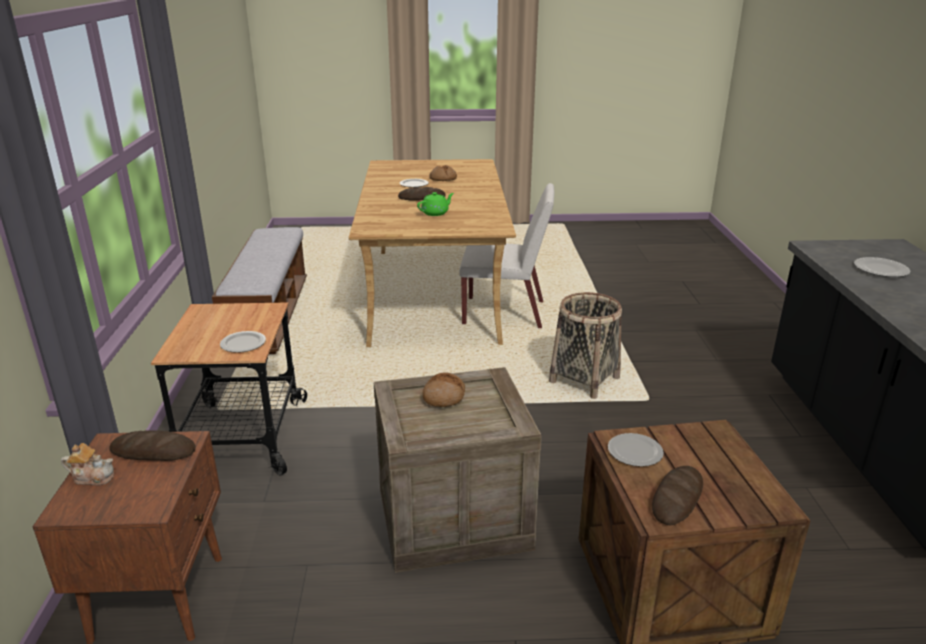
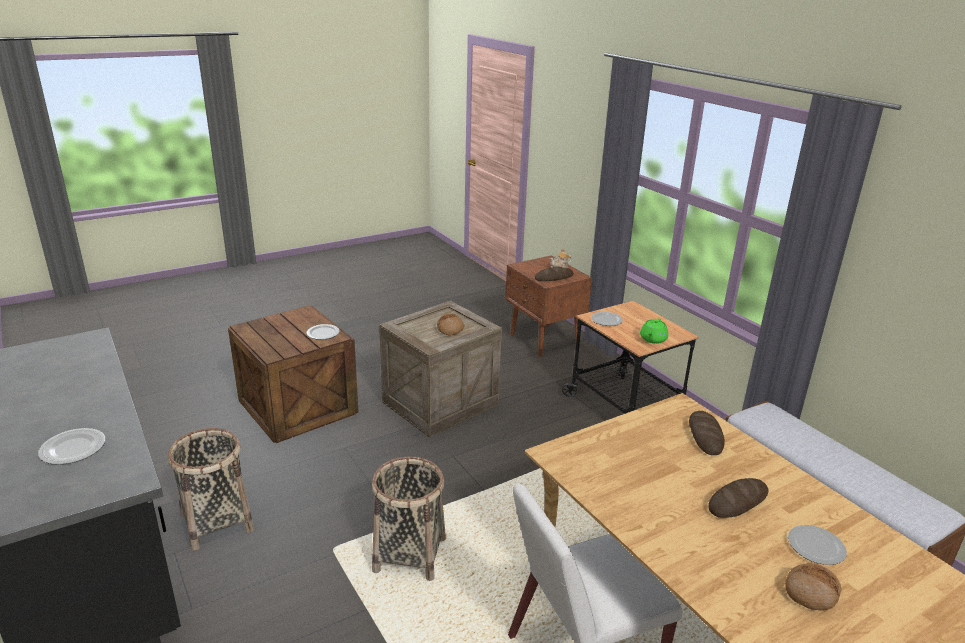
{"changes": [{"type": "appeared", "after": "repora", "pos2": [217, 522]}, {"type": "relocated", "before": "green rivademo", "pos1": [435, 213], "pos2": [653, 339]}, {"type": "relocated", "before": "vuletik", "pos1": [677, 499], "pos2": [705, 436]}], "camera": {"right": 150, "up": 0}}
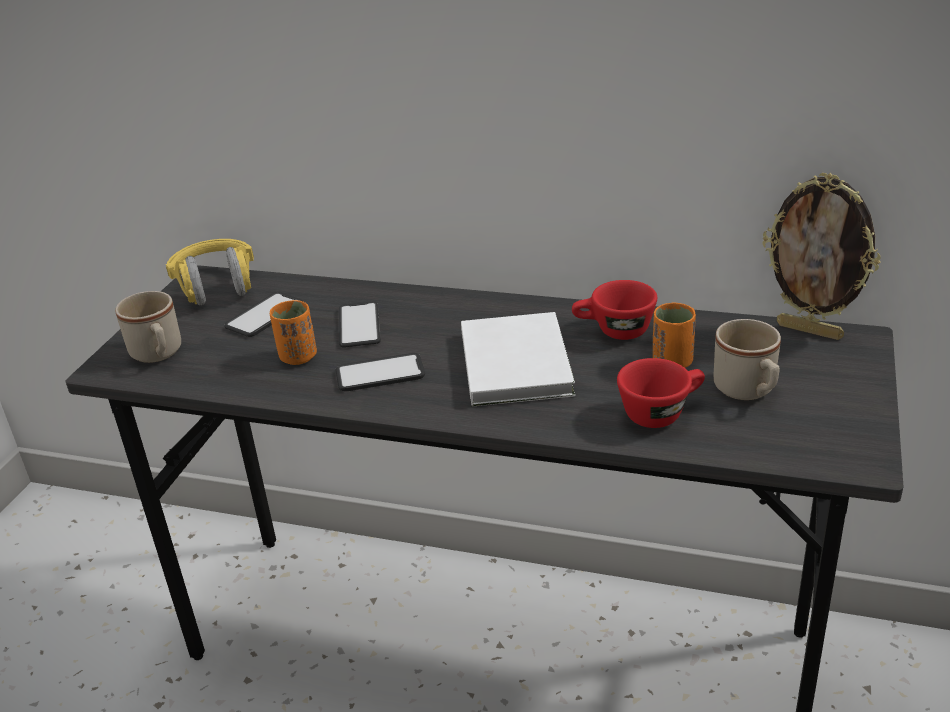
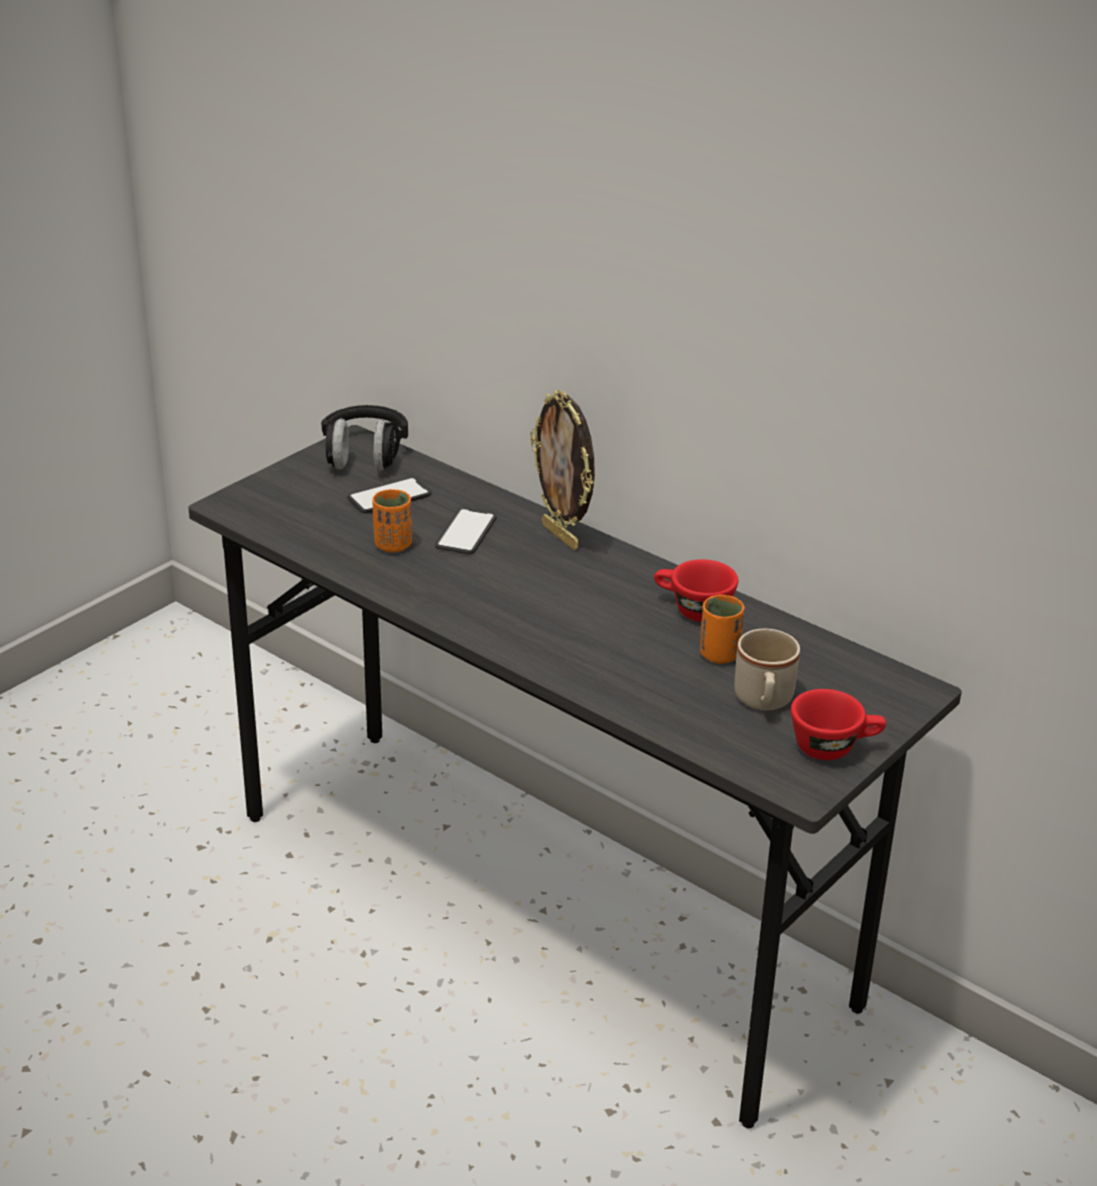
{"changes": [{"type": "colour", "before": "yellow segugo", "after": "black segugo", "pos1": [216, 288], "pos2": [364, 456]}, {"type": "relocated", "before": "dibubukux", "pos1": [810, 330], "pos2": [562, 536]}, {"type": "relocated", "before": "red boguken", "pos1": [661, 412], "pos2": [834, 747]}, {"type": "missing", "before": "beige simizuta", "pos1": [158, 354]}, {"type": "missing", "before": "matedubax", "pos1": [380, 373]}, {"type": "missing", "before": "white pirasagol", "pos1": [517, 361]}], "camera": {"right": 20, "up": 0}}
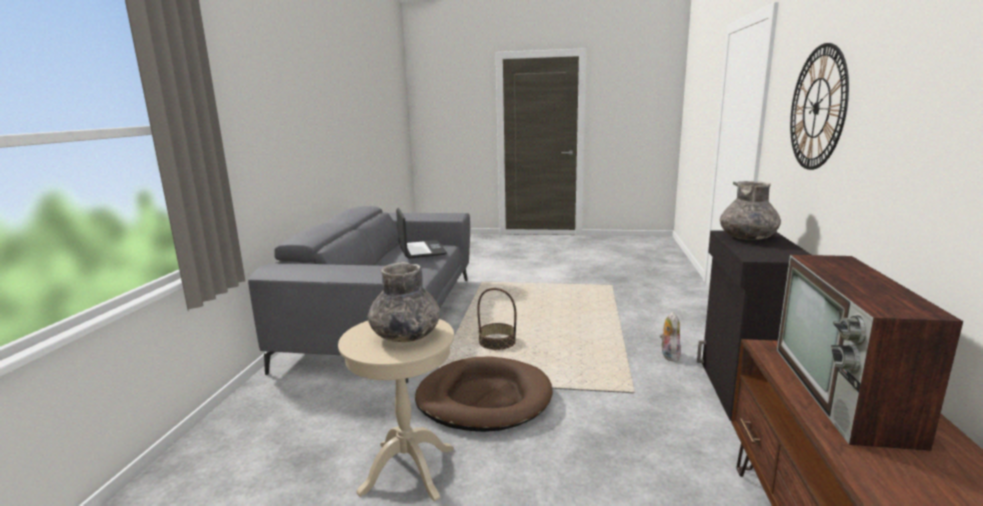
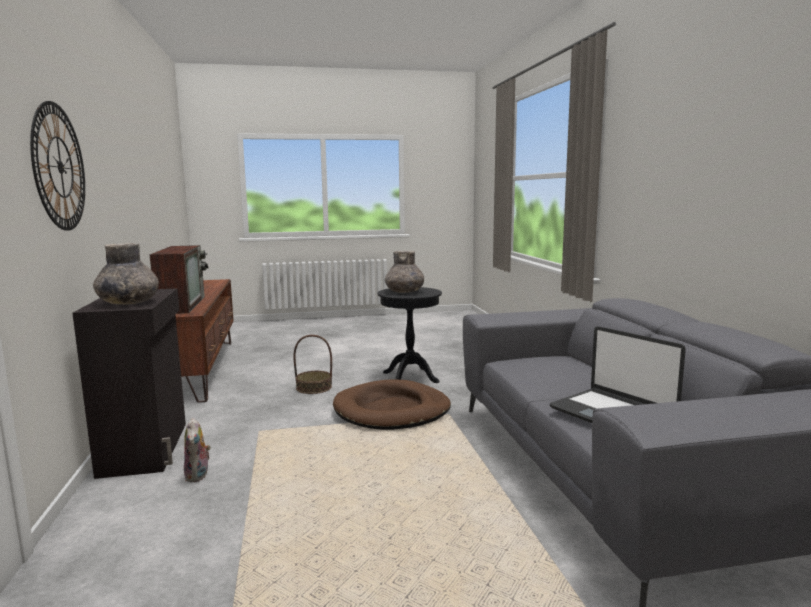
{"changes": [{"type": "relocated", "before": "repora", "pos1": [497, 342], "pos2": [314, 387]}, {"type": "colour", "before": "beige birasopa", "after": "black birasopa", "pos1": [408, 470], "pos2": [410, 377]}], "camera": {"right": 160, "up": -5}}
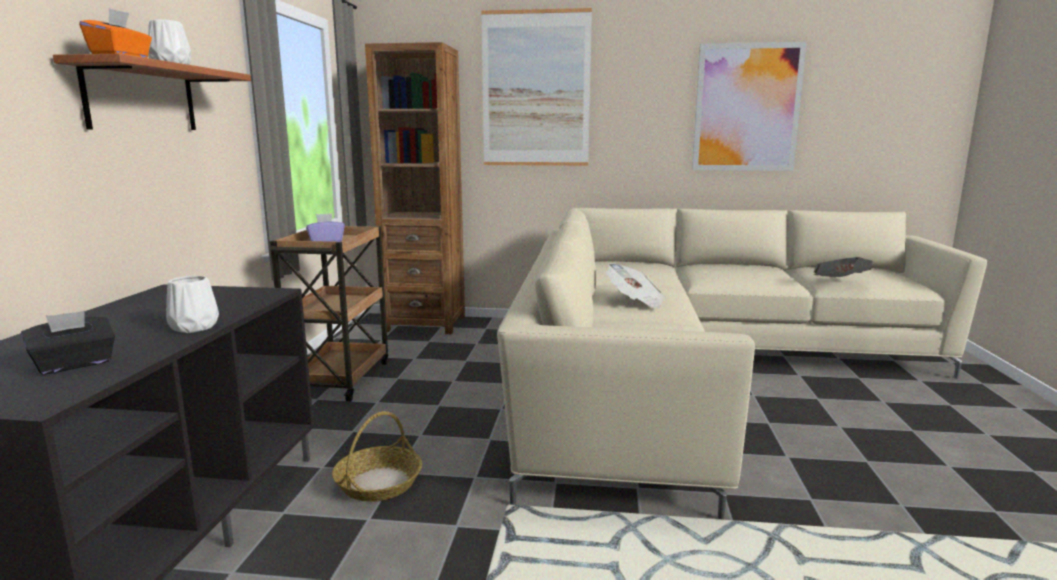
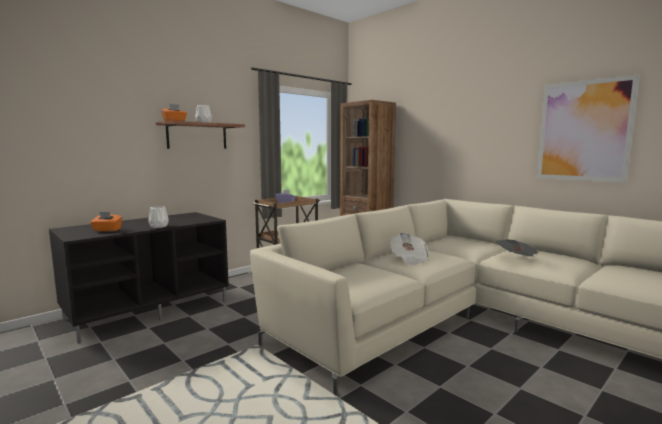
{"changes": [{"type": "colour", "before": "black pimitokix", "after": "orange pimitokix", "pos1": [74, 364], "pos2": [107, 230]}, {"type": "relocated", "before": "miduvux", "pos1": [840, 282], "pos2": [517, 259]}, {"type": "missing", "before": "repora", "pos1": [379, 483]}, {"type": "missing", "before": "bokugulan", "pos1": [536, 89]}], "camera": {"right": 40, "up": -5}}
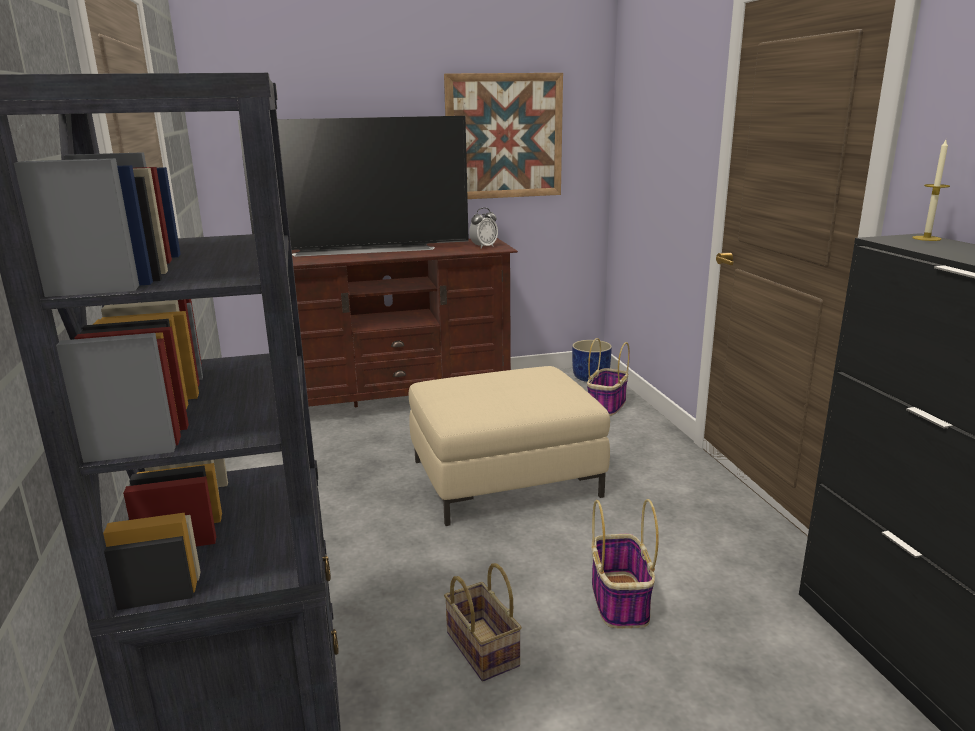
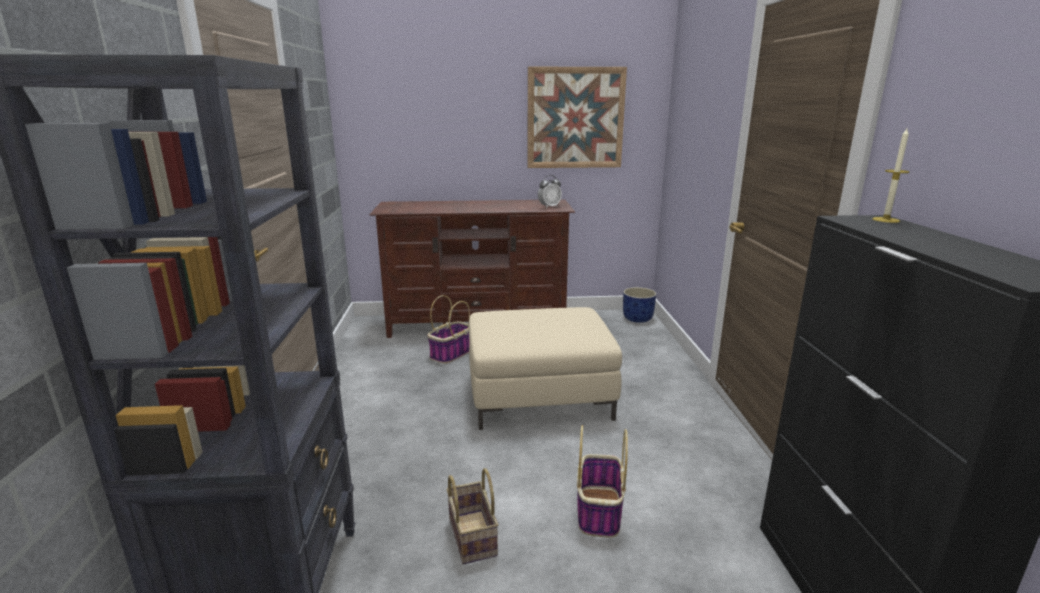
{"changes": [{"type": "relocated", "before": "repora", "pos1": [606, 406], "pos2": [451, 354]}, {"type": "missing", "before": "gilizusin", "pos1": [364, 249]}], "camera": {"right": 10, "up": 0}}
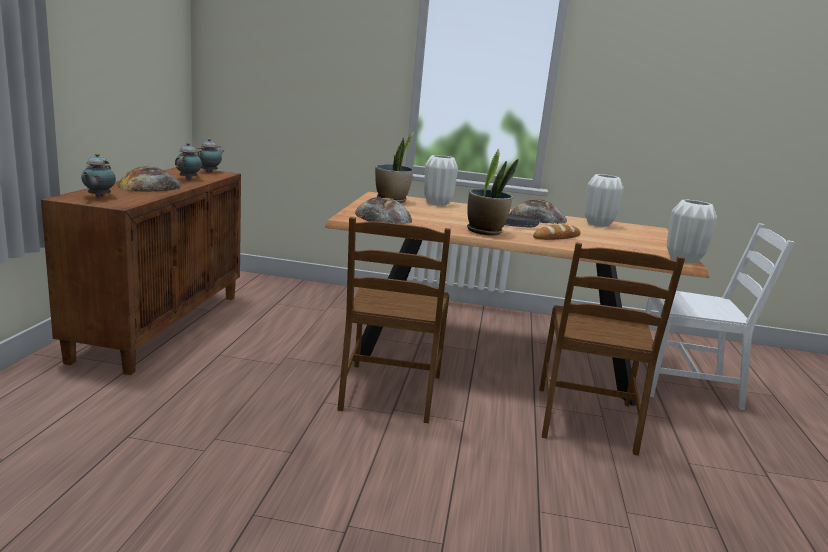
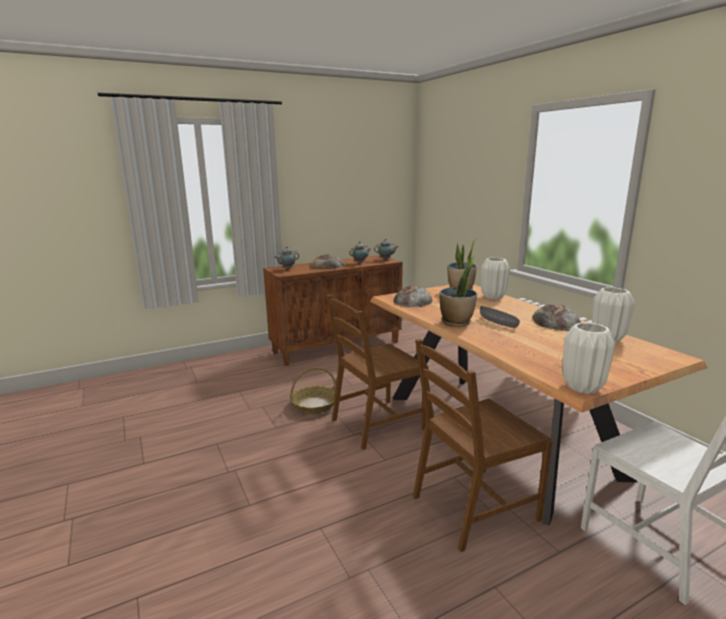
{"changes": [{"type": "appeared", "after": "repora", "pos2": [314, 405]}, {"type": "missing", "before": "vuletik", "pos1": [556, 237]}], "camera": {"right": 55, "up": 0}}
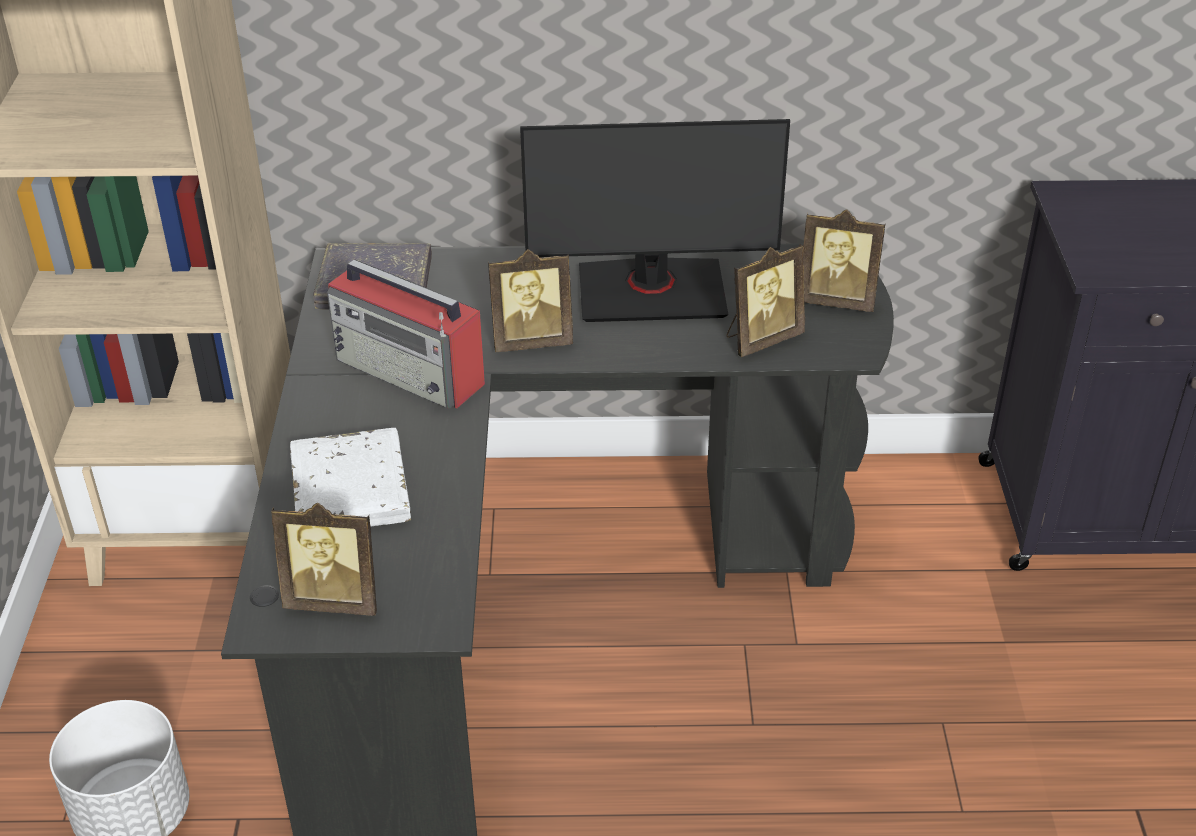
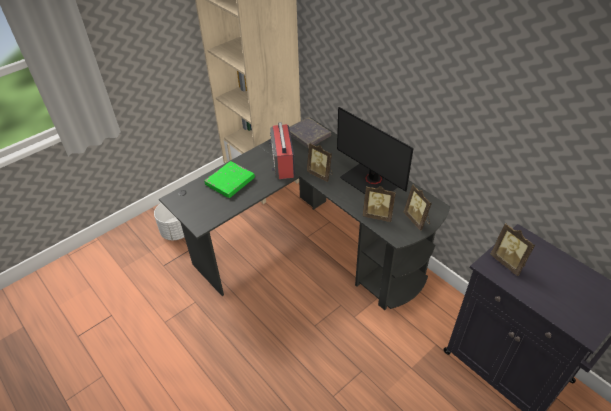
{"changes": [{"type": "colour", "before": "white pirasagol", "after": "green pirasagol", "pos1": [350, 489], "pos2": [230, 182]}, {"type": "relocated", "before": "dibubukux", "pos1": [335, 599], "pos2": [508, 262]}], "camera": {"right": 50, "up": 5}}
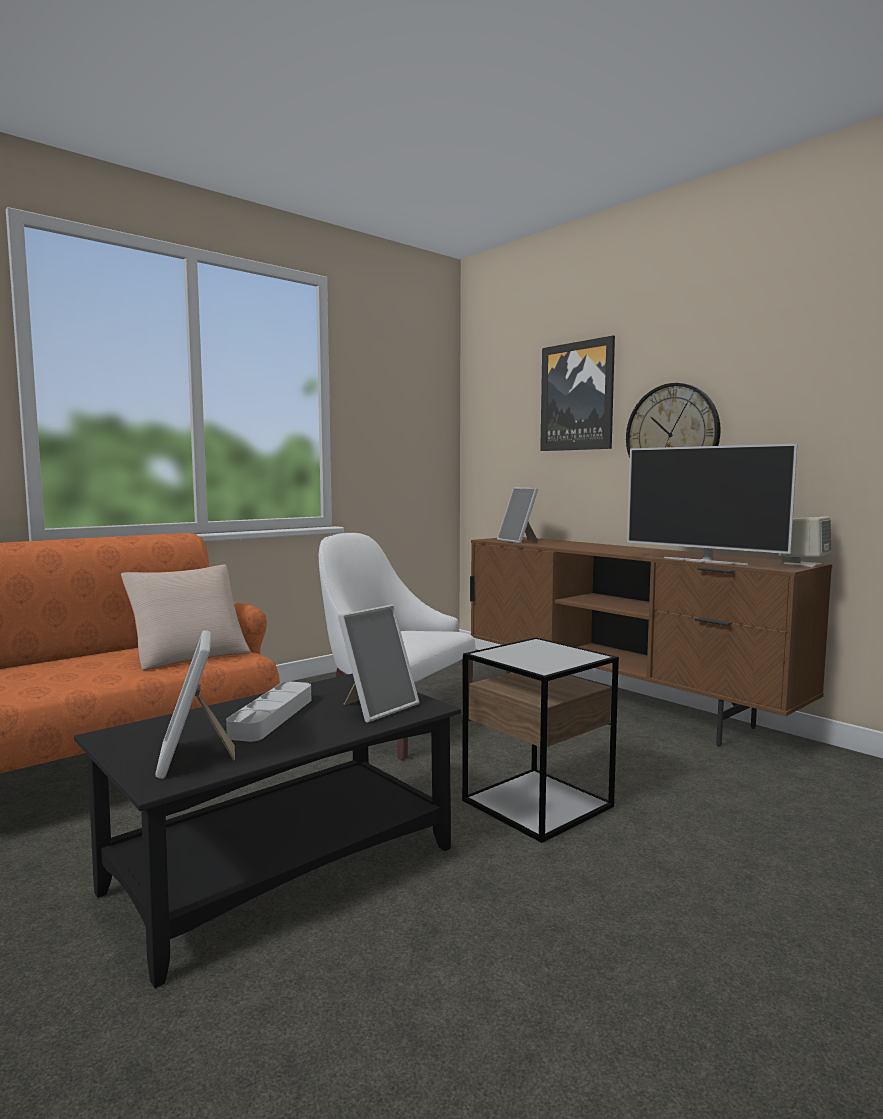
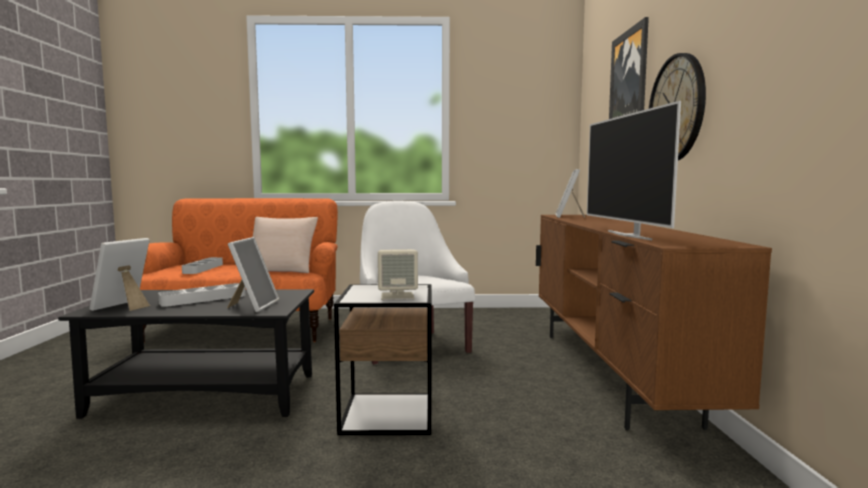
{"changes": [{"type": "appeared", "after": "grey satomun", "pos2": [203, 268]}, {"type": "spun", "before": "dibubukux", "pos1": [377, 708], "pos2": [253, 306], "turn": -75}, {"type": "relocated", "before": "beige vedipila", "pos1": [802, 564], "pos2": [397, 296]}], "camera": {"right": 40, "up": 0}}
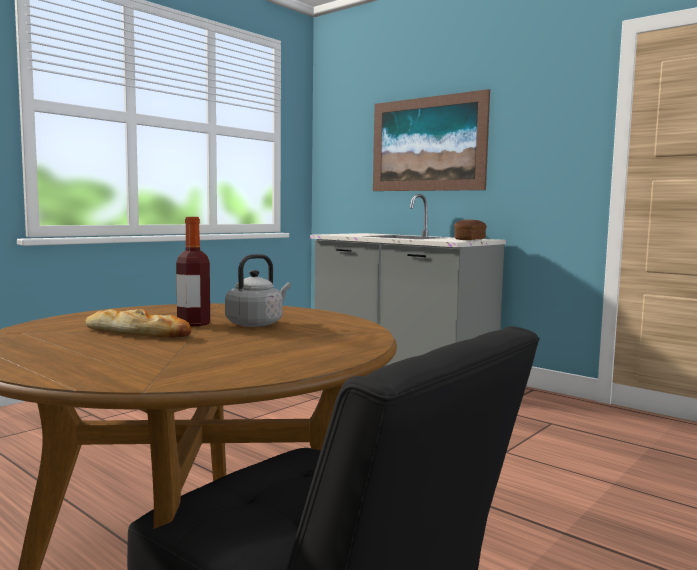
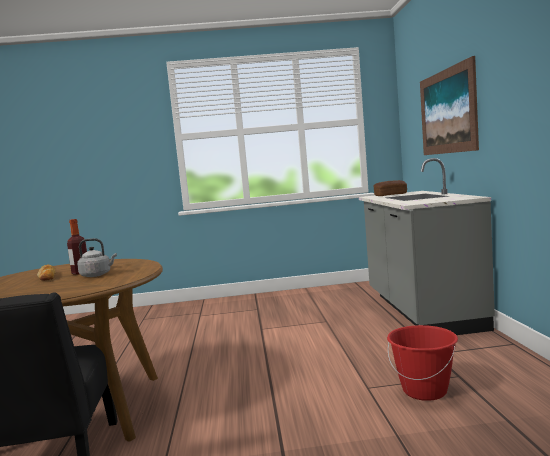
{"changes": [{"type": "relocated", "before": "vuletik", "pos1": [470, 239], "pos2": [390, 195]}, {"type": "appeared", "after": "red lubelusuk", "pos2": [425, 390]}], "camera": {"right": 45, "up": 0}}
